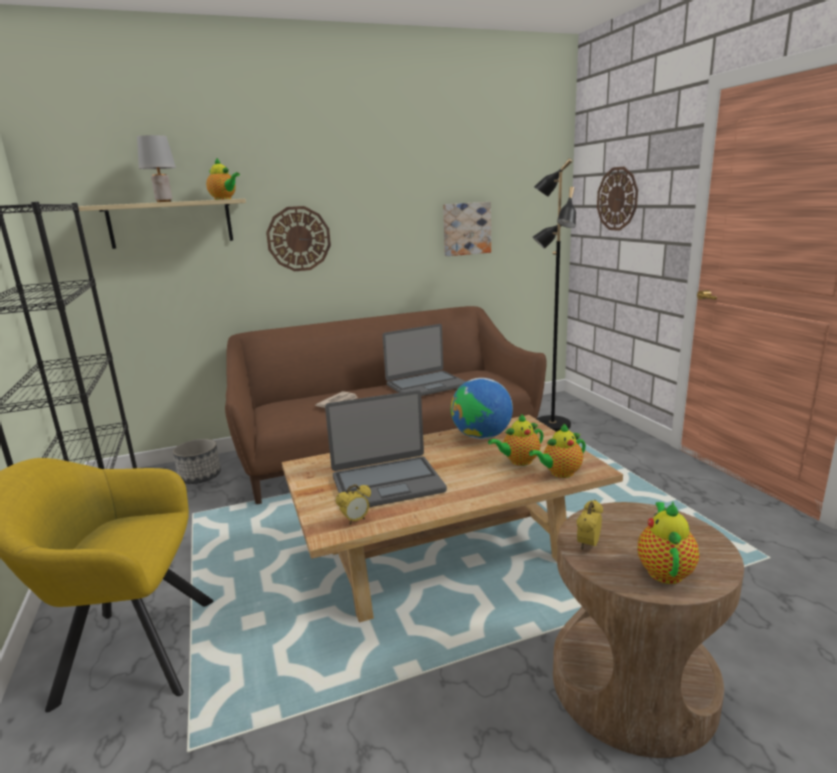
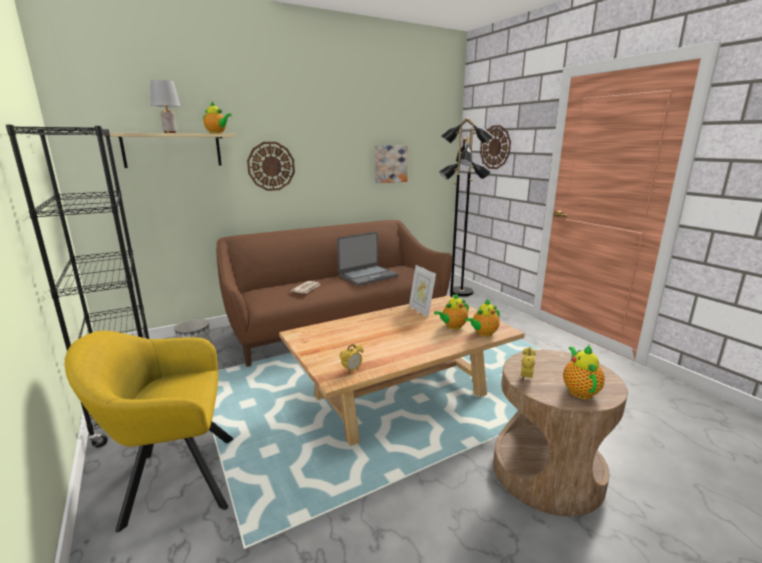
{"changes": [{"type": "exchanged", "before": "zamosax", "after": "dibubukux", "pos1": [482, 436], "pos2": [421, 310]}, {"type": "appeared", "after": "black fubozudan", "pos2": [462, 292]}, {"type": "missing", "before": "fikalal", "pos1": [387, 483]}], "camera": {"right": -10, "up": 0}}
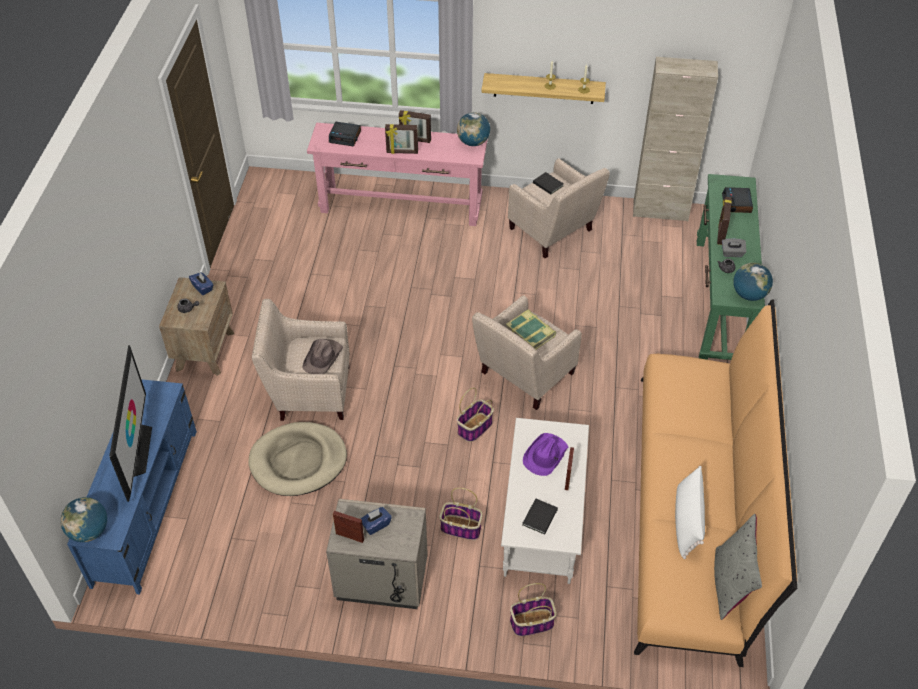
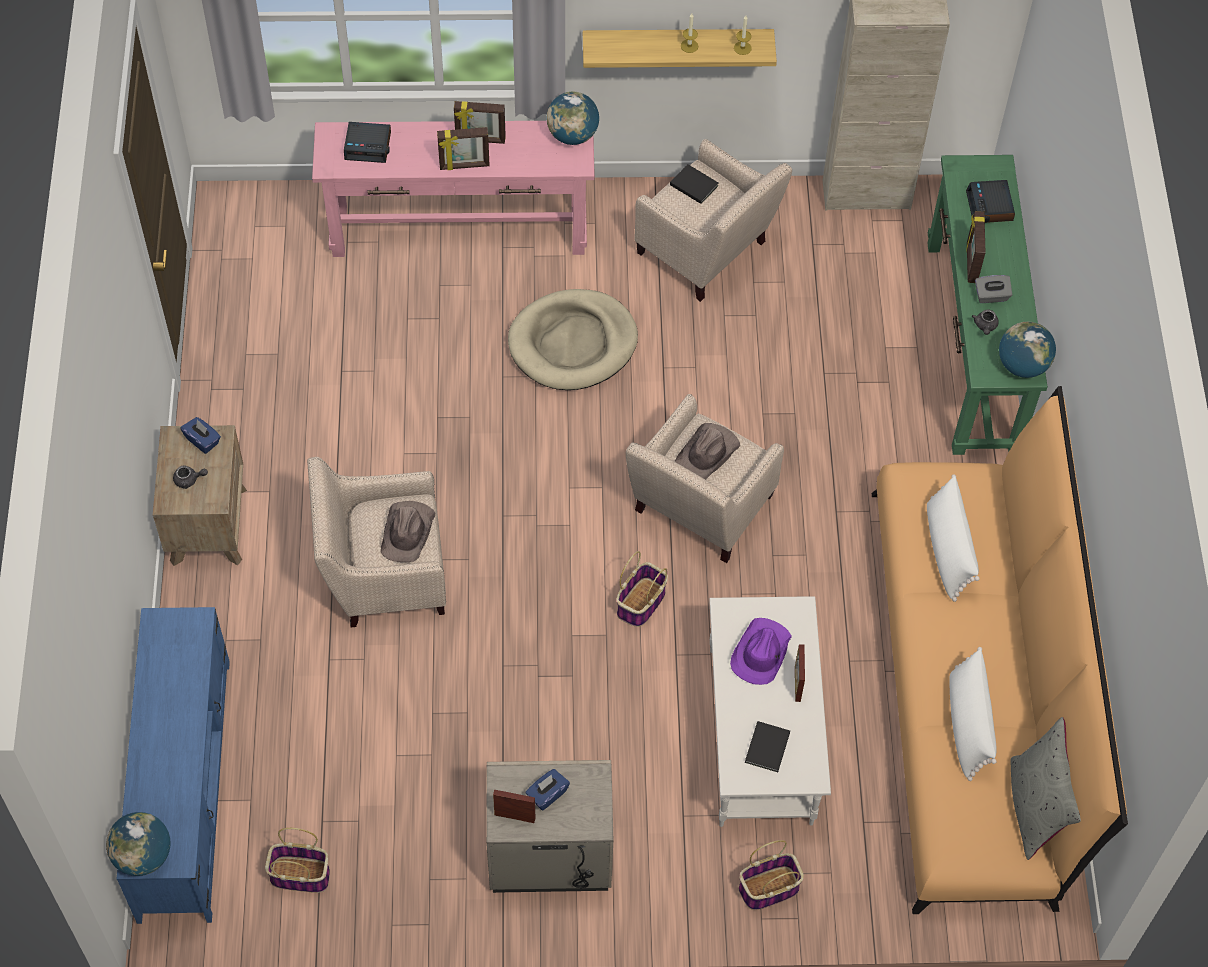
{"changes": [{"type": "relocated", "before": "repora", "pos1": [461, 528], "pos2": [301, 875]}, {"type": "relocated", "before": "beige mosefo", "pos1": [298, 461], "pos2": [573, 343]}, {"type": "exchanged", "before": "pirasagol", "after": "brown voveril", "pos1": [530, 333], "pos2": [708, 453]}, {"type": "appeared", "after": "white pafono", "pos2": [947, 549]}, {"type": "missing", "before": "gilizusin", "pos1": [136, 450]}], "camera": {"right": -10, "up": 10}}
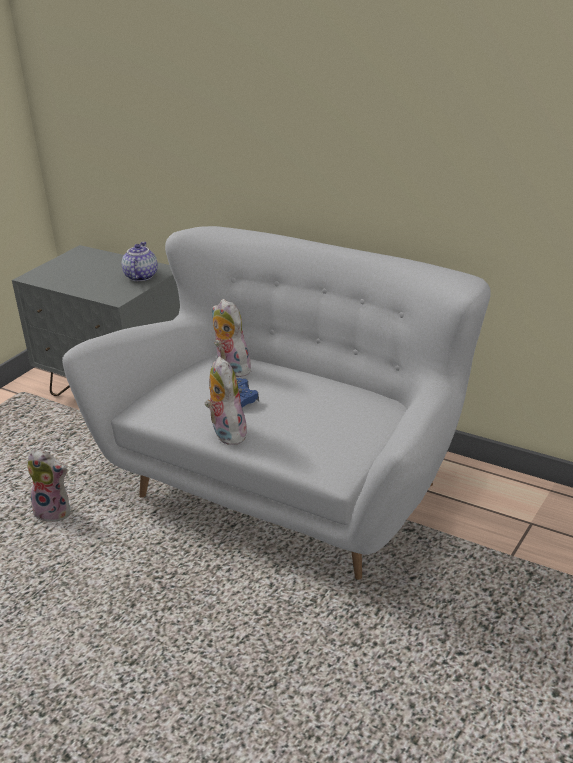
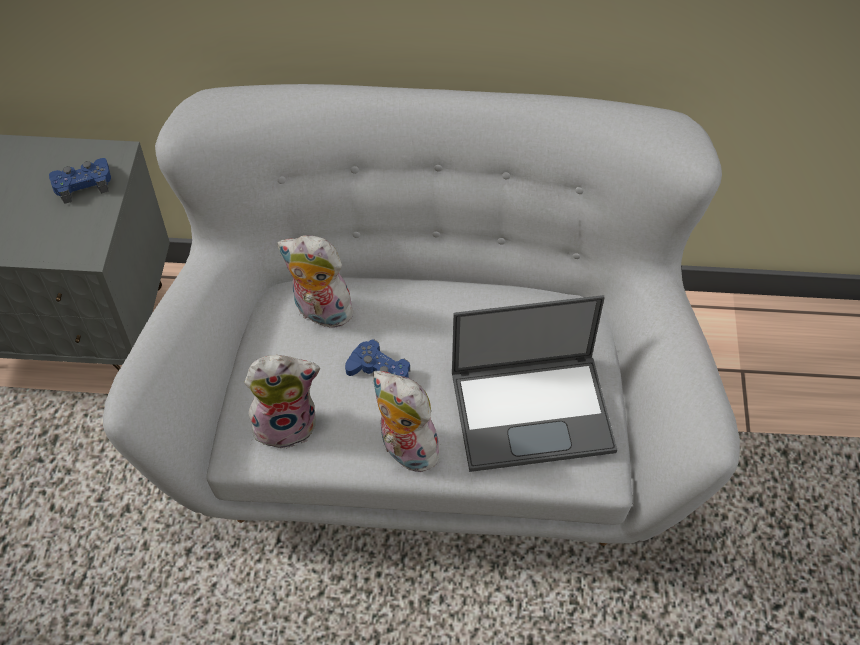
{"changes": [{"type": "exchanged", "before": "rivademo", "after": "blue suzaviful", "pos1": [140, 276], "pos2": [83, 184]}, {"type": "relocated", "before": "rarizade", "pos1": [55, 512], "pos2": [286, 423]}, {"type": "appeared", "after": "fikalal", "pos2": [534, 410]}], "camera": {"right": -30, "up": 25}}
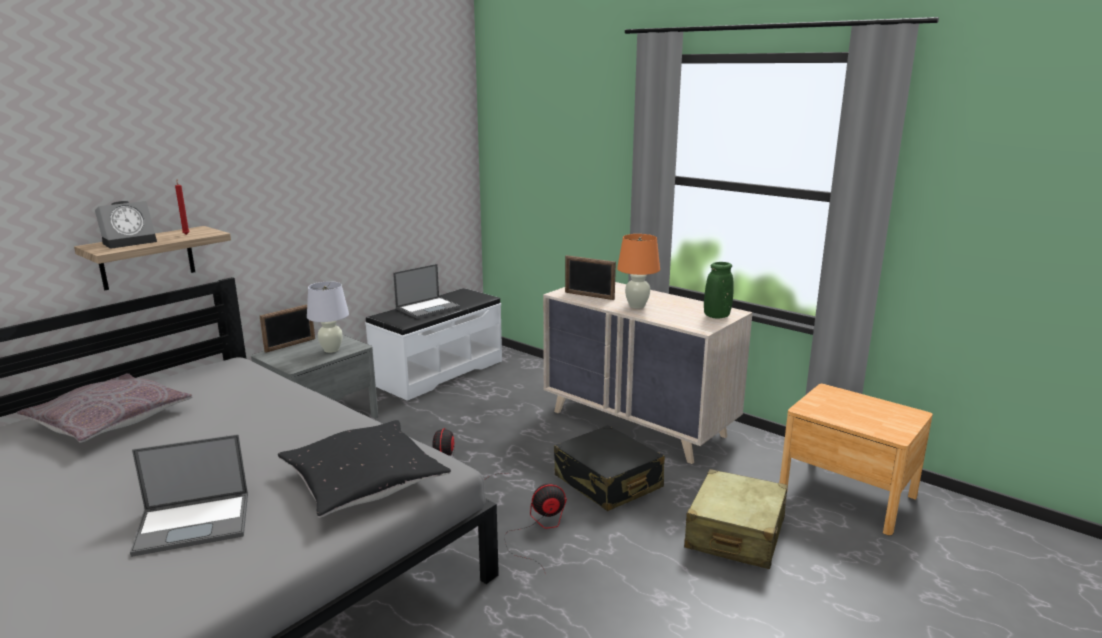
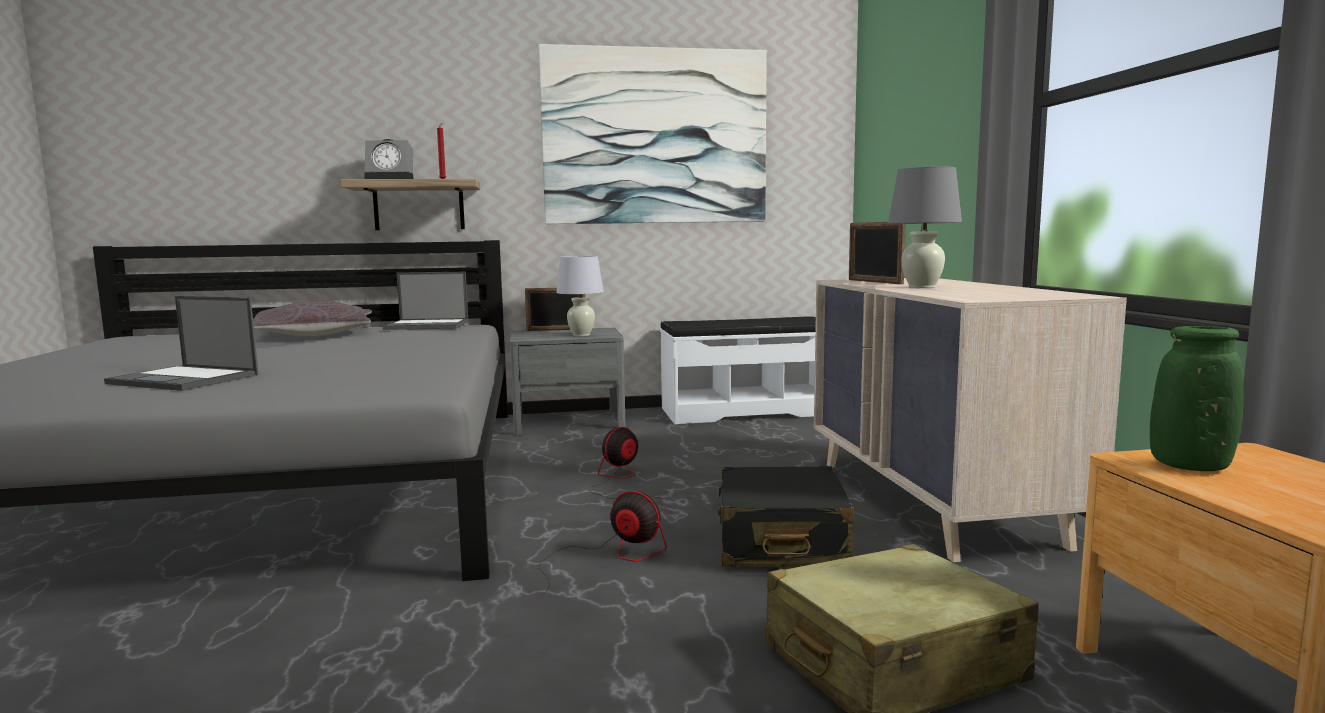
{"changes": [{"type": "relocated", "before": "fikalal", "pos1": [428, 308], "pos2": [428, 325]}, {"type": "appeared", "after": "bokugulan", "pos2": [655, 137]}, {"type": "colour", "before": "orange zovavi", "after": "grey zovavi", "pos1": [637, 306], "pos2": [922, 287]}, {"type": "relocated", "before": "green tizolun", "pos1": [716, 316], "pos2": [1190, 466]}, {"type": "missing", "before": "black pafono", "pos1": [364, 481]}], "camera": {"right": 40, "up": -10}}
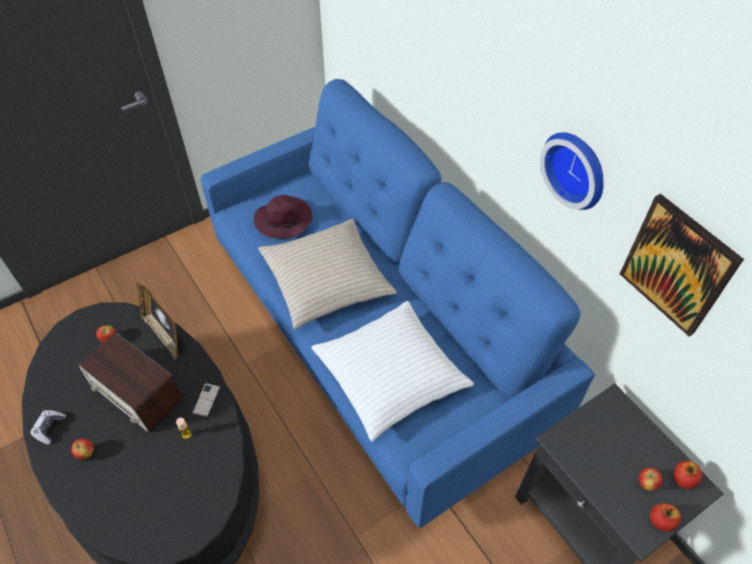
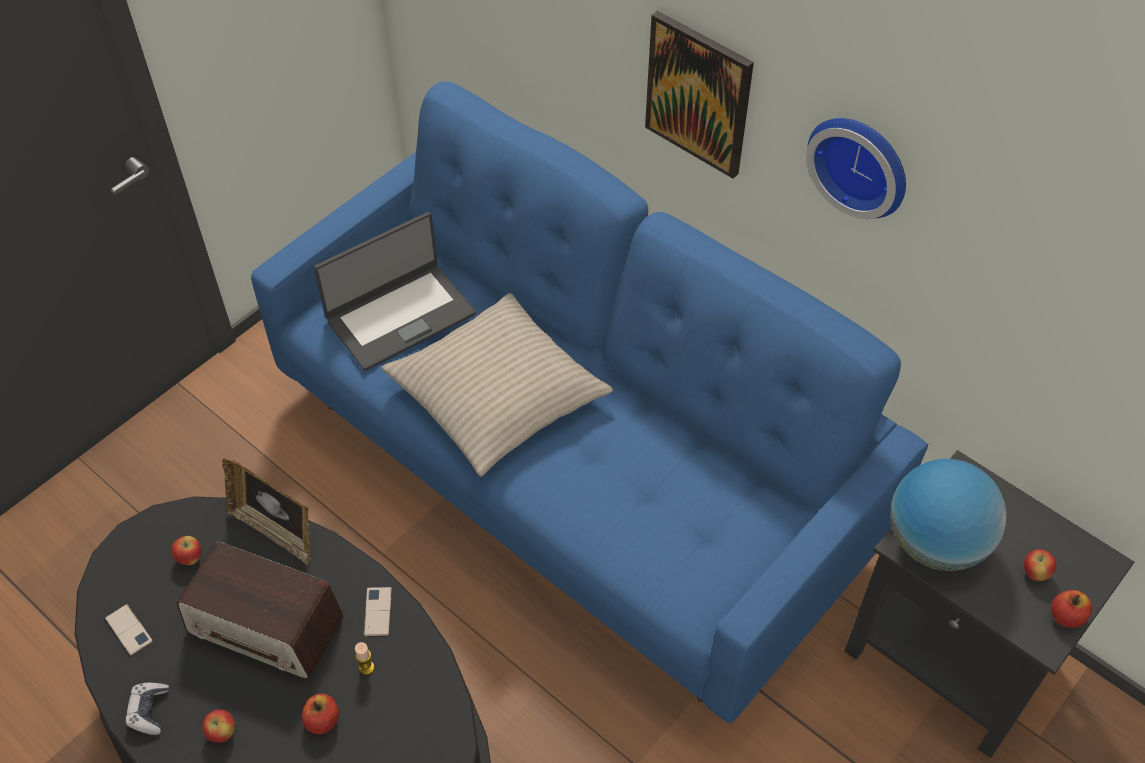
{"changes": [{"type": "appeared", "after": "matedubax", "pos2": [129, 630]}, {"type": "relocated", "before": "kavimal", "pos1": [683, 479], "pos2": [323, 720]}, {"type": "exchanged", "before": "purple voveril", "after": "fikalal", "pos1": [284, 220], "pos2": [400, 316]}, {"type": "relocated", "before": "bokugulan", "pos1": [677, 265], "pos2": [699, 94]}, {"type": "appeared", "after": "zamosax", "pos2": [935, 542]}, {"type": "missing", "before": "white pafono", "pos1": [390, 375]}], "camera": {"right": -15, "up": 0}}
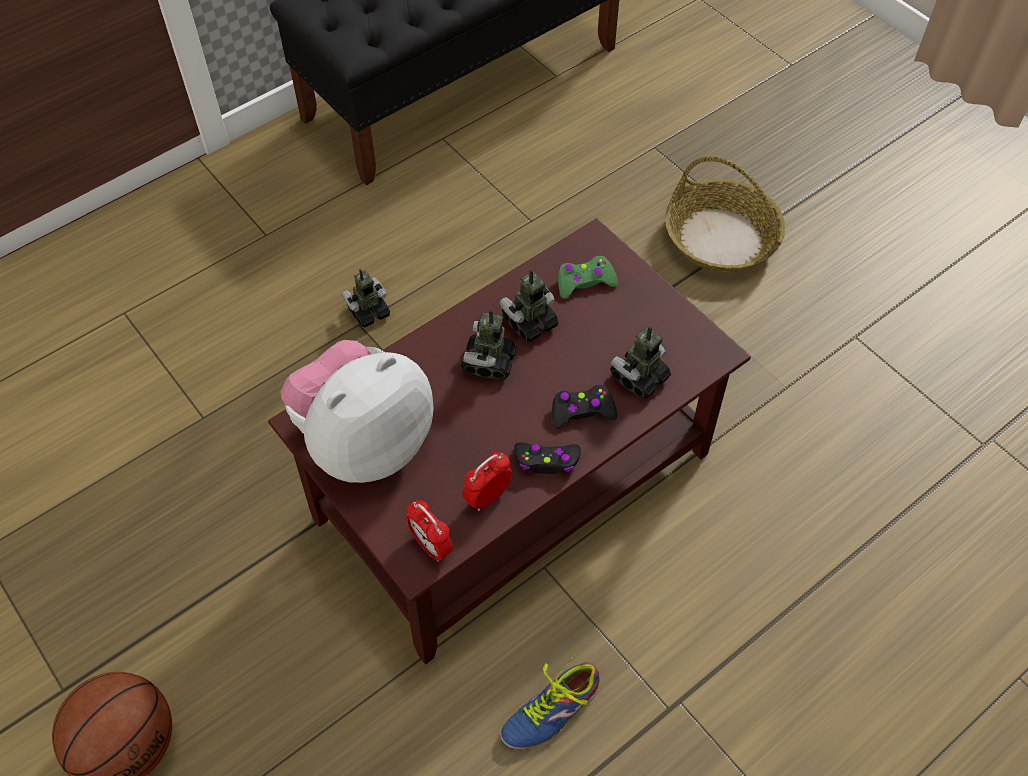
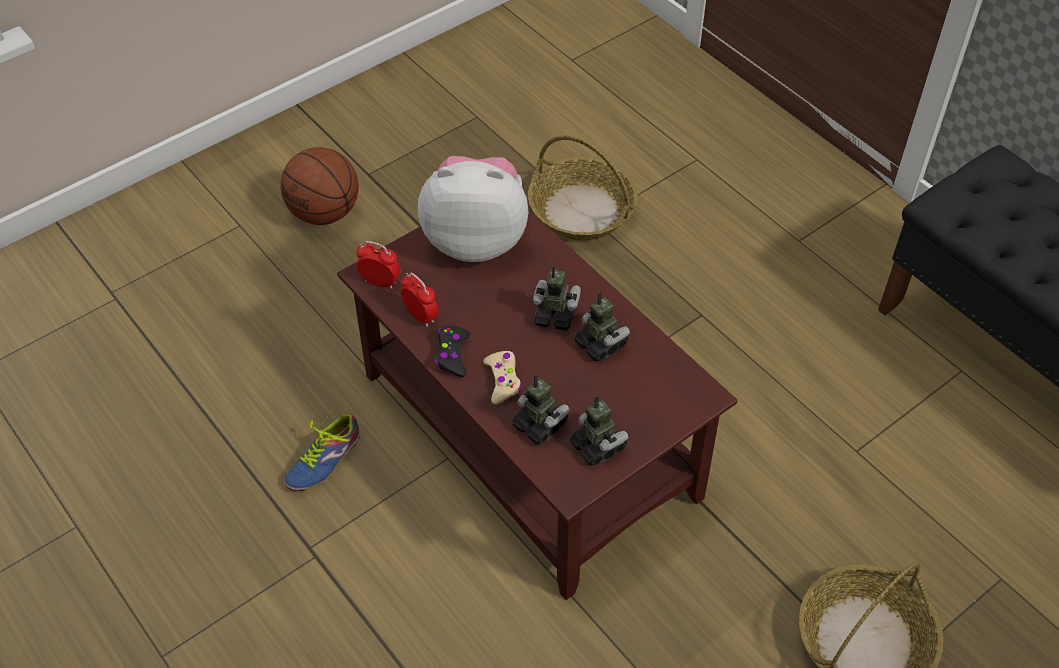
{"changes": [{"type": "spun", "before": "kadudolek", "pos1": [547, 708], "pos2": [321, 459], "turn": -105}, {"type": "spun", "before": "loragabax", "pos1": [431, 545], "pos2": [380, 282], "turn": 60}, {"type": "spun", "before": "rarizade", "pos1": [364, 442], "pos2": [476, 239], "turn": -45}, {"type": "colour", "before": "black suzaviful", "after": "beige suzaviful", "pos1": [582, 411], "pos2": [503, 380]}, {"type": "appeared", "after": "repora", "pos2": [582, 210]}, {"type": "relocated", "before": "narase", "pos1": [368, 312], "pos2": [598, 446]}, {"type": "missing", "before": "green suzaviful", "pos1": [585, 282]}], "camera": {"right": 90, "up": -5}}
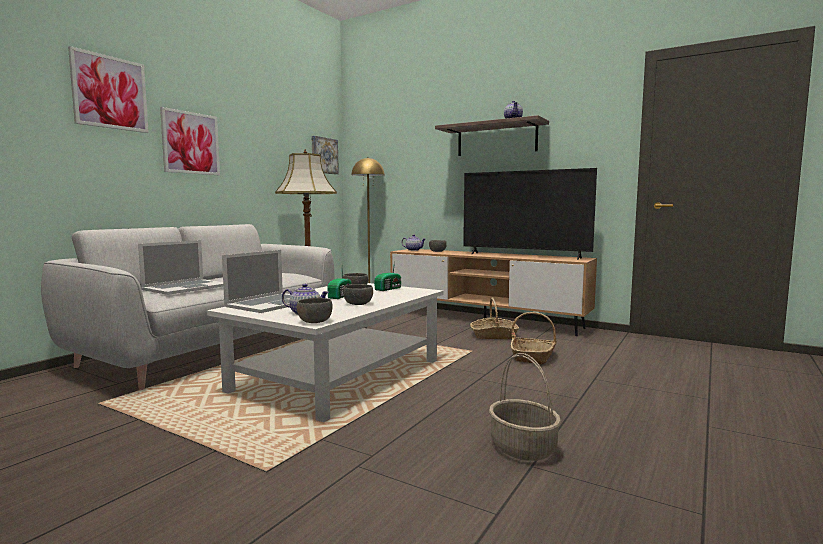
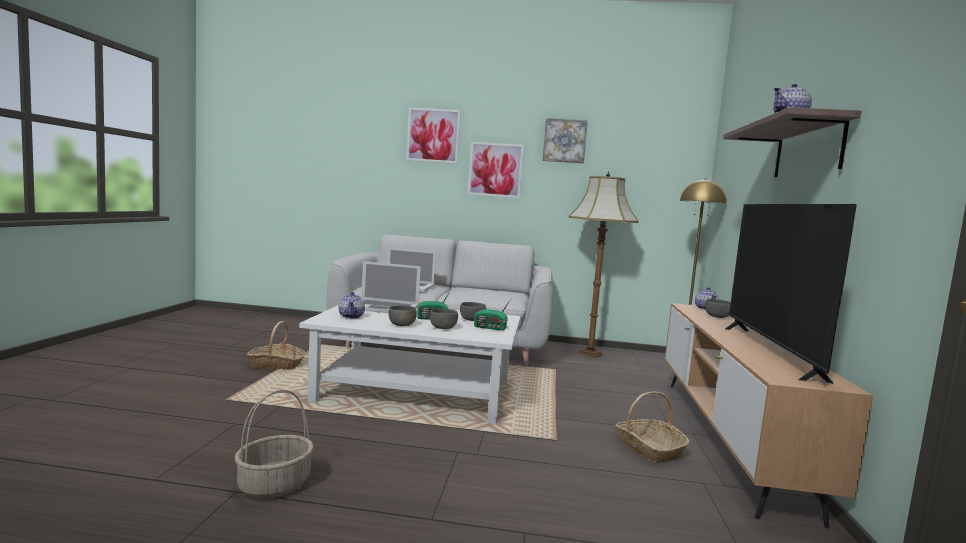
{"changes": [{"type": "relocated", "before": "repora", "pos1": [533, 357], "pos2": [276, 365]}, {"type": "relocated", "before": "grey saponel", "pos1": [314, 321], "pos2": [442, 327]}, {"type": "relocated", "before": "bokugulan", "pos1": [323, 155], "pos2": [564, 141]}], "camera": {"right": 65, "up": 0}}
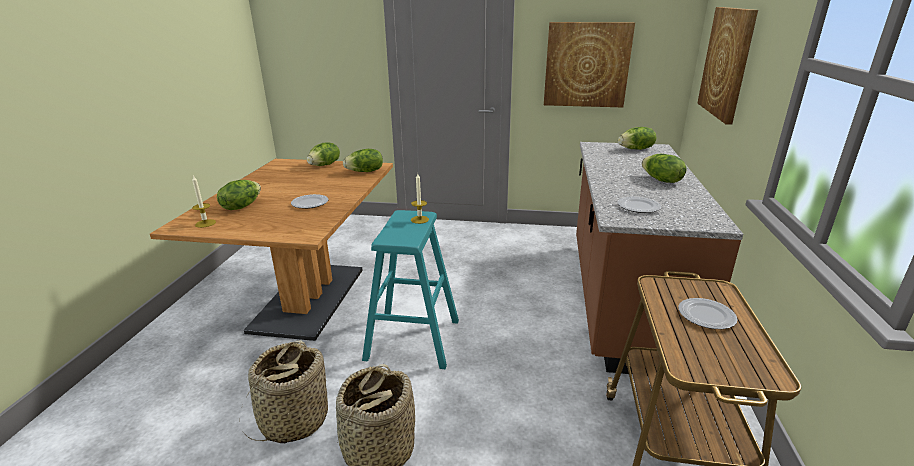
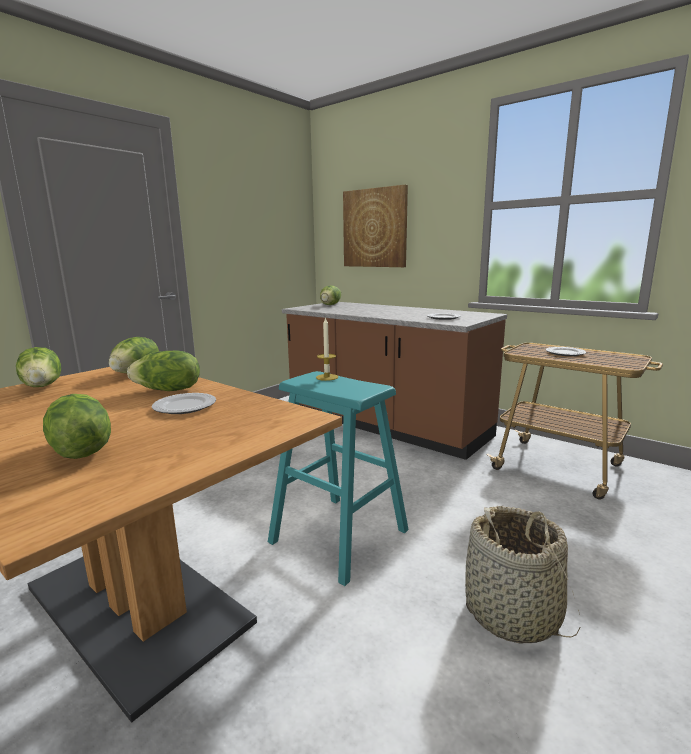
{"changes": [{"type": "relocated", "before": "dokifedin", "pos1": [661, 180], "pos2": [168, 390]}, {"type": "missing", "before": "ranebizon", "pos1": [205, 223]}, {"type": "missing", "before": "repora", "pos1": [294, 420]}, {"type": "missing", "before": "bokugulan", "pos1": [586, 65]}], "camera": {"right": -60, "up": -10}}
